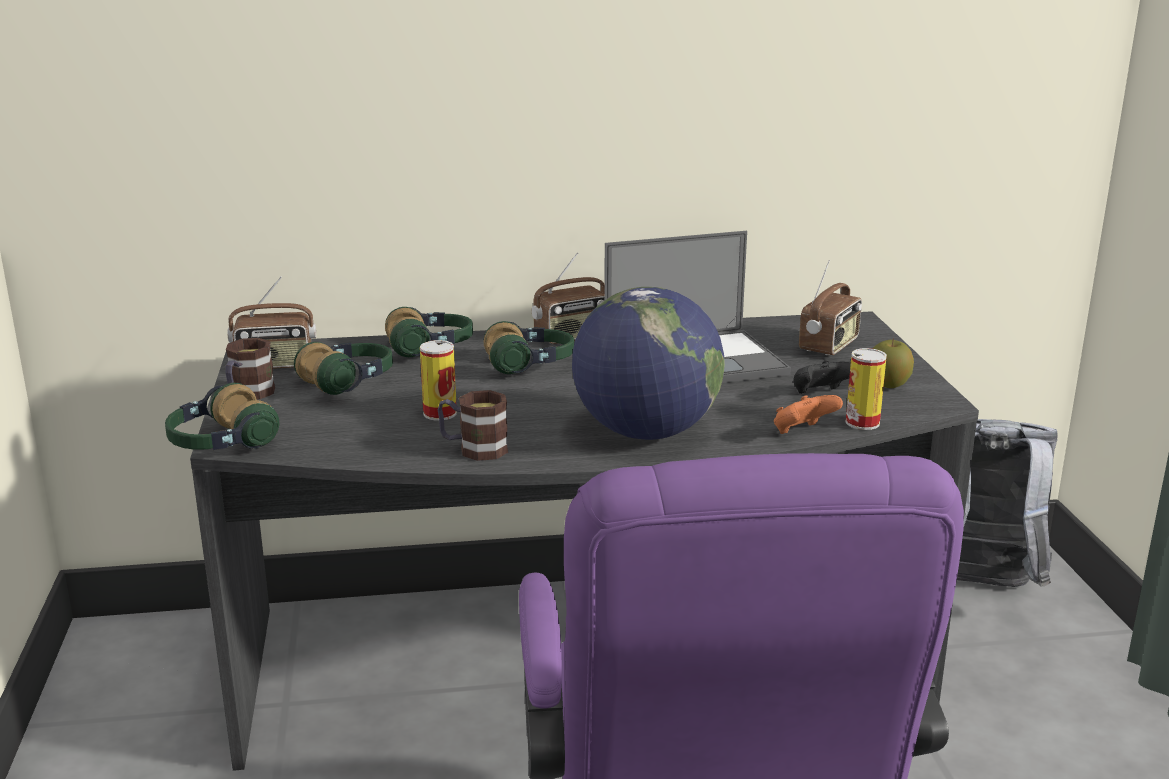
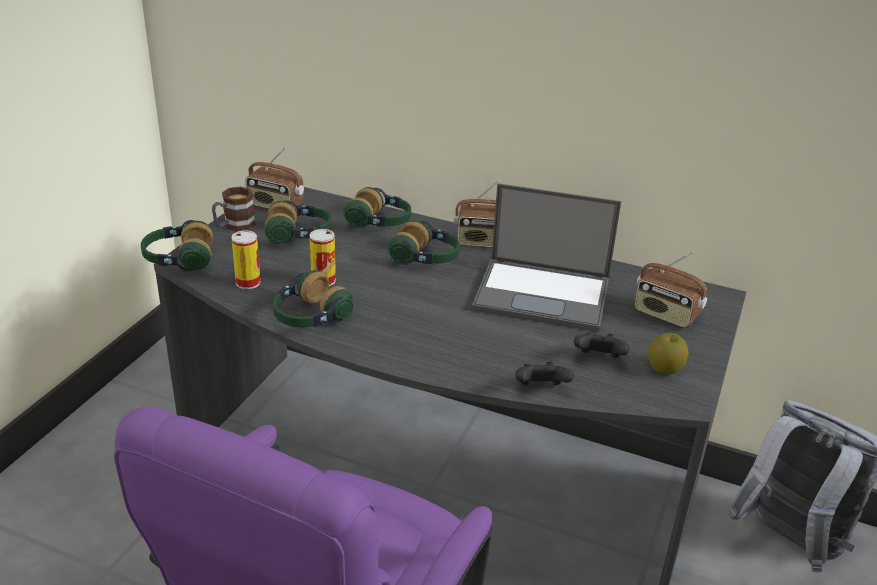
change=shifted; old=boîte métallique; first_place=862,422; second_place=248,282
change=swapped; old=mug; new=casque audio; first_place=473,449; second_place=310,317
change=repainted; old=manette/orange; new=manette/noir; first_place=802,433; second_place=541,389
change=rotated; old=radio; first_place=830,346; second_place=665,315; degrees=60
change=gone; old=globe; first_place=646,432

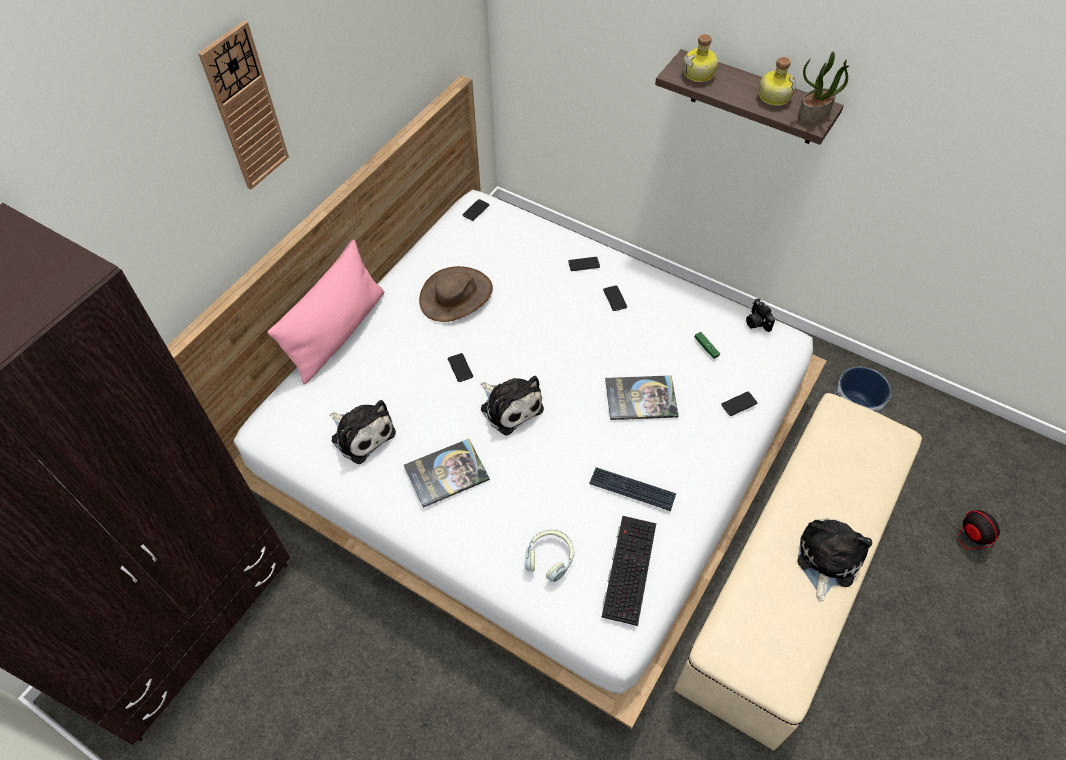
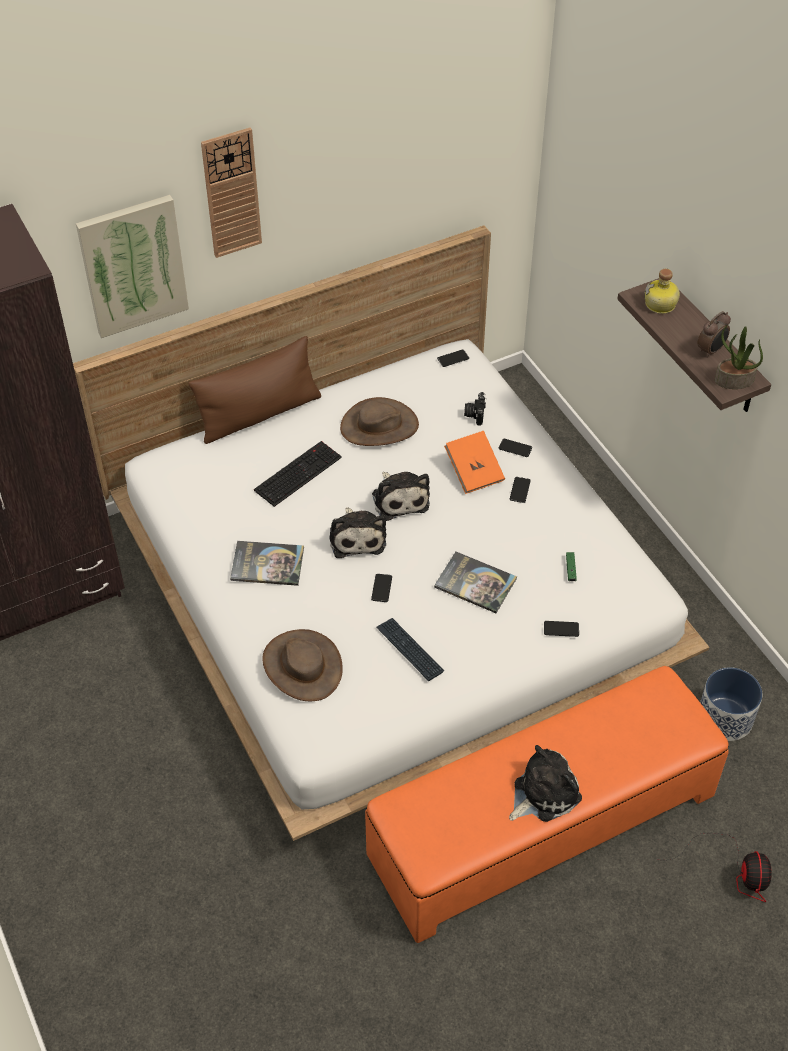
change=new; new=tableau; second_place=133,265
change=repainted; old=coussin/rose; new=coussin/marron; first_place=338,333; second_place=259,414
change=shifted; old=clavier; first_place=628,567; second_place=298,472
change=swapped; old=casque audio; new=chapeau/marron; first_place=549,557; second_place=302,666
change=repainted; old=banc/beige; new=banc/orange; first_place=790,575; second_place=543,822
change=shifted; old=téléphone; first_place=460,368; second_place=381,588
change=shifted; old=peluche; first_place=361,434; second_place=399,499
change=new; new=livre/orange; second_place=474,472
change=shifted; old=appareil photo; first_place=756,322; second_place=474,414
change=swapped; old=bouteille; new=réveil; first_place=773,96; second_place=711,351

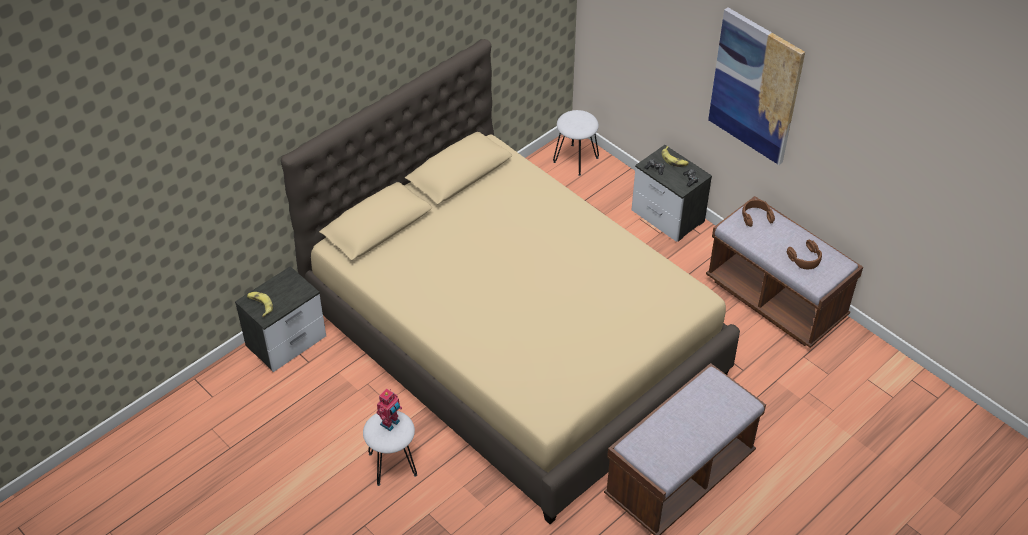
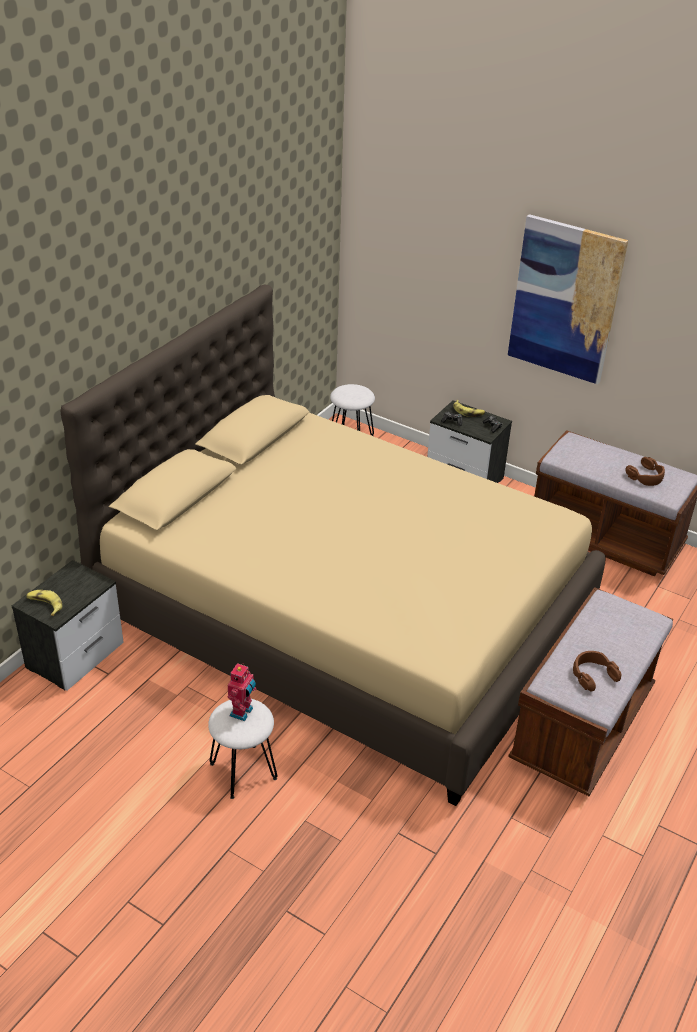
change=shifted; old=casque audio/marron; first_place=756,216; second_place=593,675

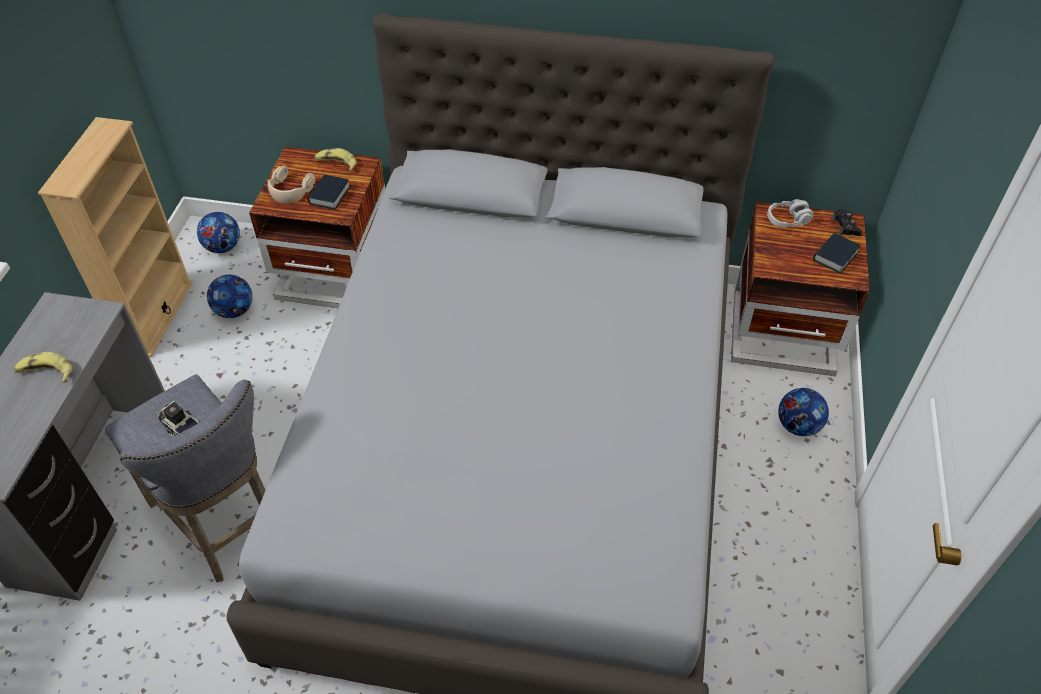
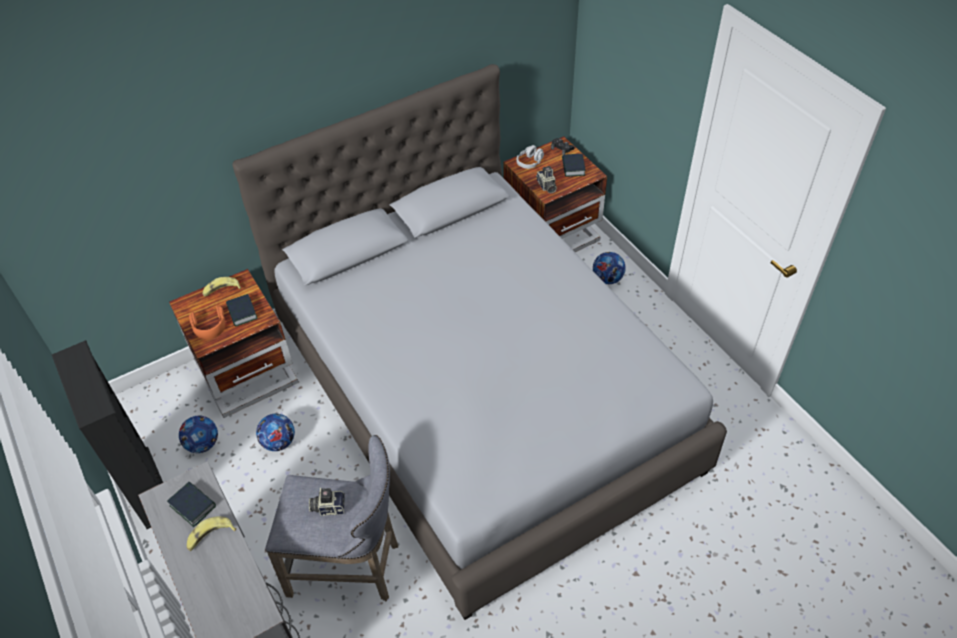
change=repainted; old=bibliothèque/beige; new=bibliothèque/noir; first_place=156,316; second_place=147,487
change=new; new=livre; second_place=193,506
change=repainted; old=casque audio/beige; new=casque audio/orange; first_place=290,190; second_place=209,326
change=shifted; old=ballon de foot; first_place=223,247; second_place=279,442
change=new; new=appareil photo; second_place=546,186

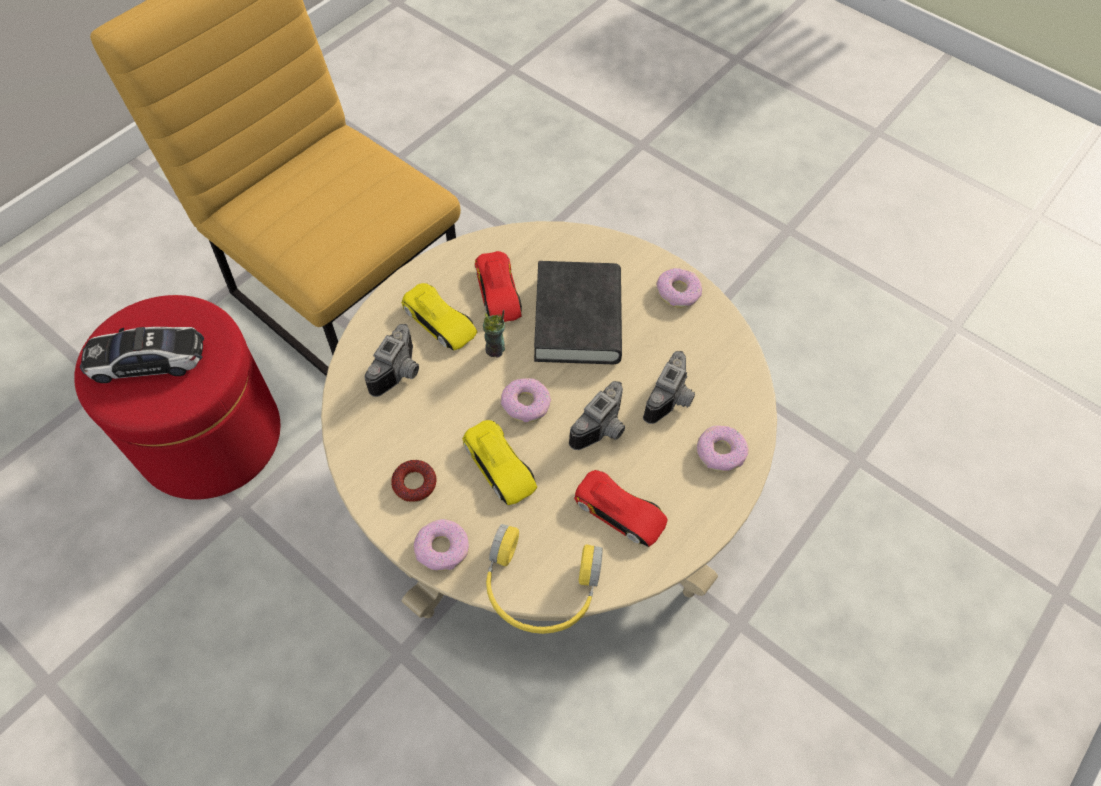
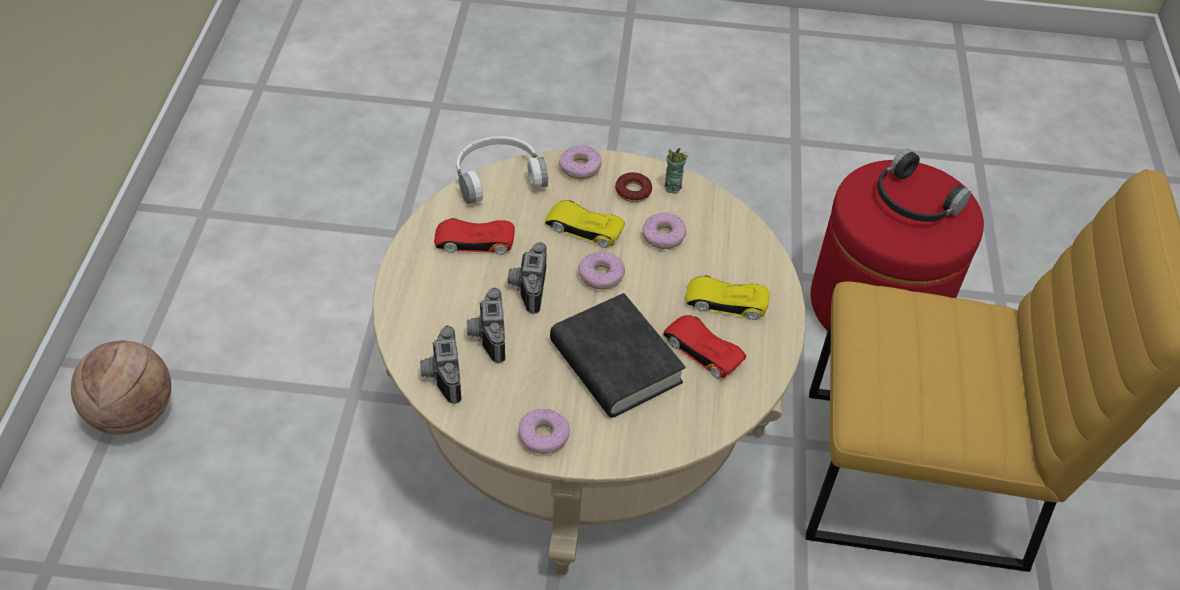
change=new; new=ballon de basket; second_place=132,414
change=shifted; old=appareil photo; first_place=401,373; second_place=440,376
change=repainted; old=casque audio/jaune; new=casque audio/blanc; first_place=540,588; second_place=498,176
change=shifted; old=beignet; first_place=720,452; second_place=664,236
change=shifted; old=tasse; first_place=495,350; second_place=672,187
change=swapped; old=petite voiture; new=casque audio/noir; first_place=148,360; second_place=913,201

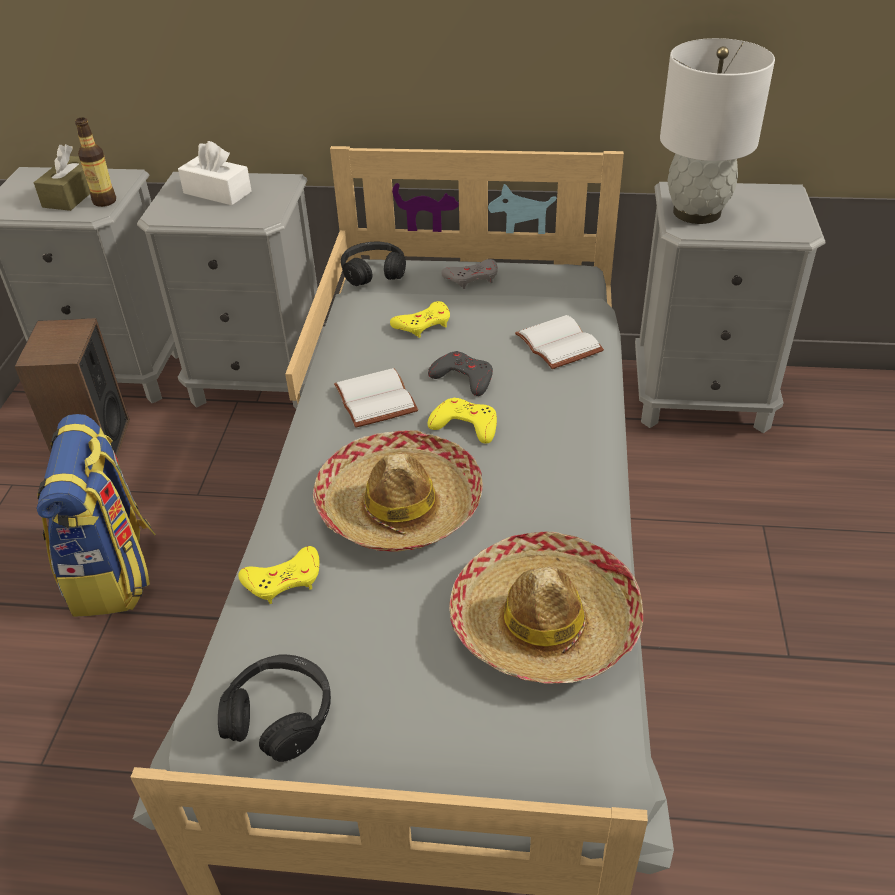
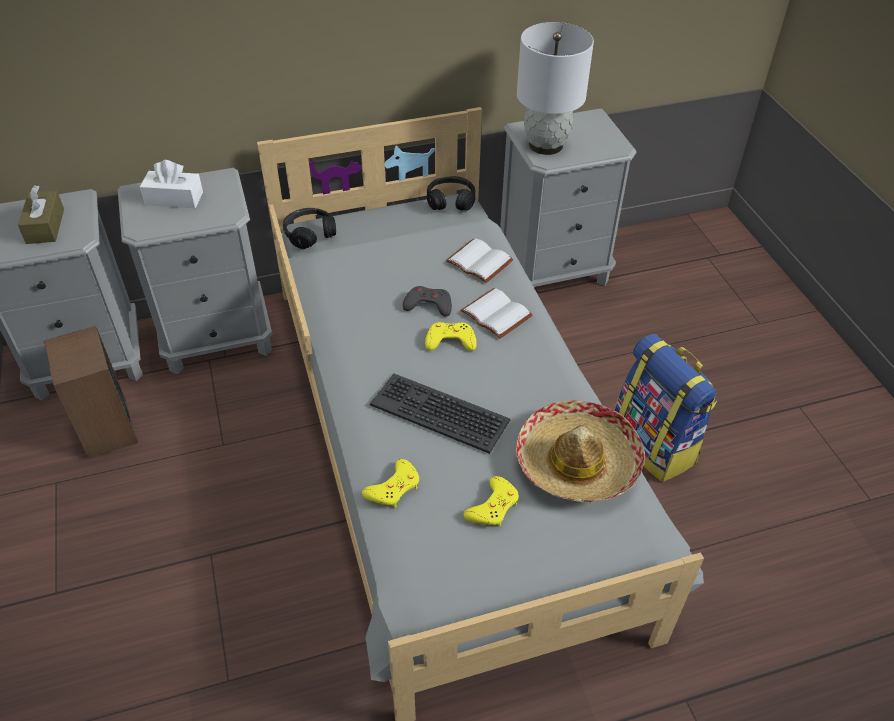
change=swapped; old=chapeau; new=clavier; first_place=399,506; second_place=440,412
change=shifted; old=casque audio/noir; first_place=280,715; second_place=451,200
change=shifted; old=livre/blanc; first_place=378,399; second_place=498,314
change=shifted; old=manette/jaune; first_place=423,324; second_place=493,506
change=shifted; old=sac à dos; first_place=114,573; second_place=654,445
change=gone; old=bouteille; first_place=104,201
change=gone; old=manette/gris; first_place=472,278

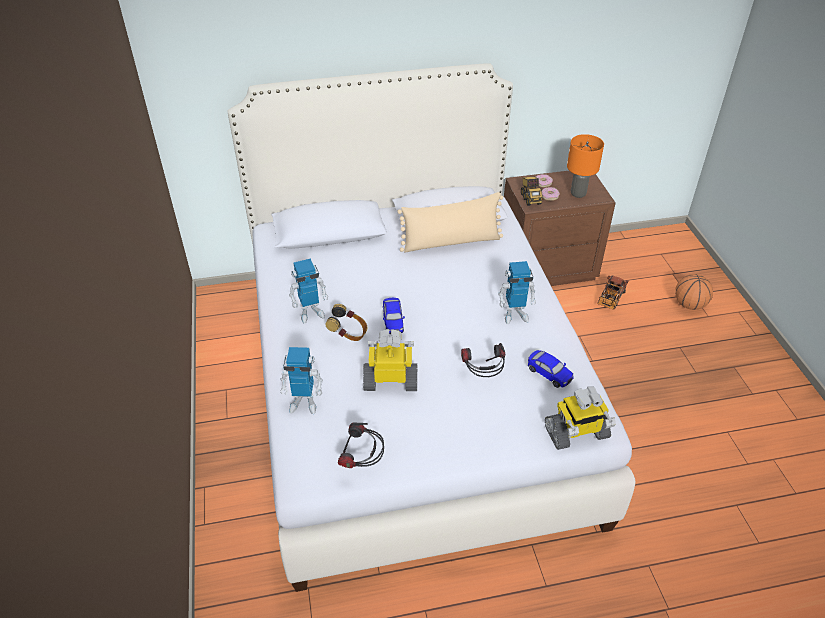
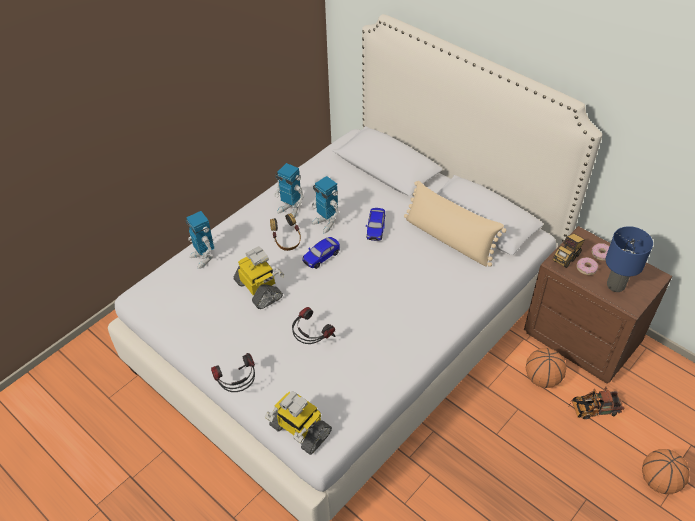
change=shifted; old=casque audio; first_place=362,463; second_place=238,386
change=shifted; old=robot jouet; first_place=515,314; second_place=326,223
change=shifted; old=petite voiture; first_place=549,374; second_place=375,229
change=new; new=ballon de basket; second_place=542,378
change=repainted; old=lampe de table/orange; new=lampe de table/bleu; first_place=578,194; second_place=616,286

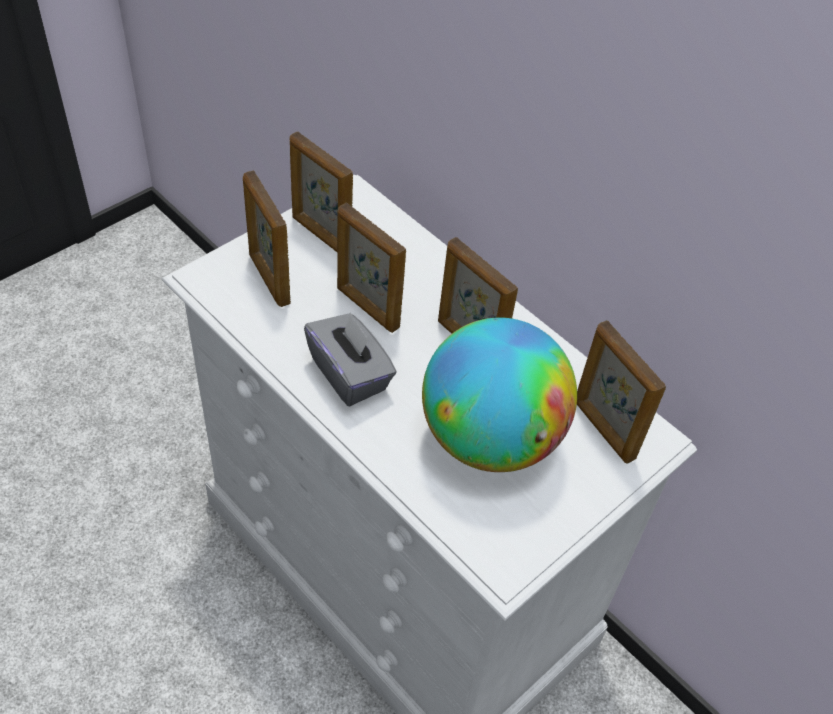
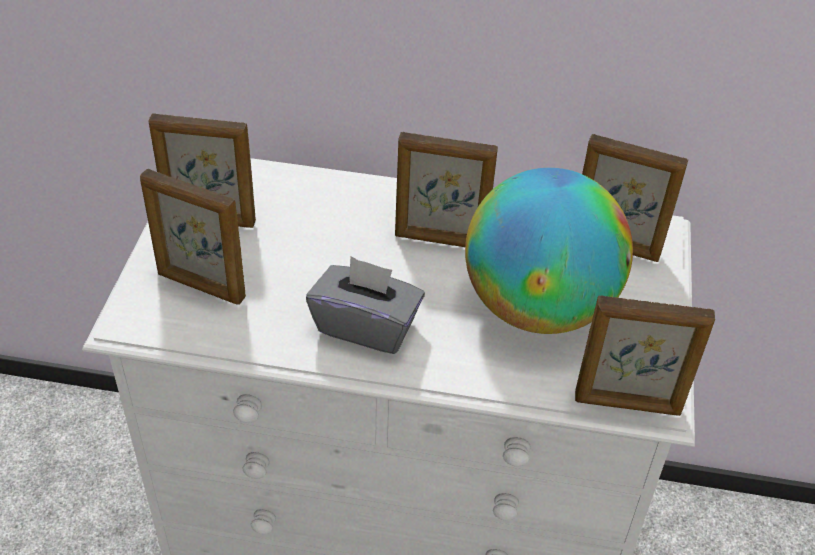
change=shifted; old=cadre photo; first_place=367,308; second_place=628,404

